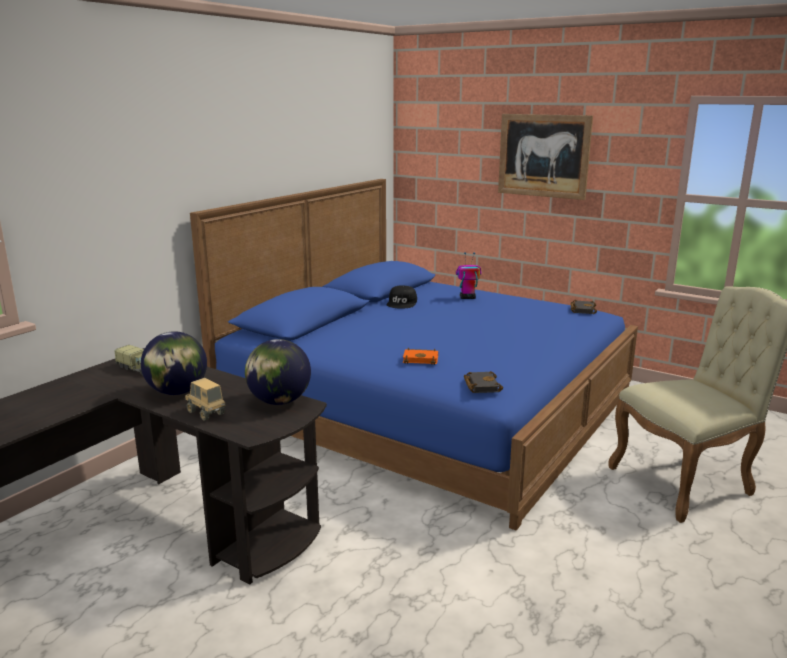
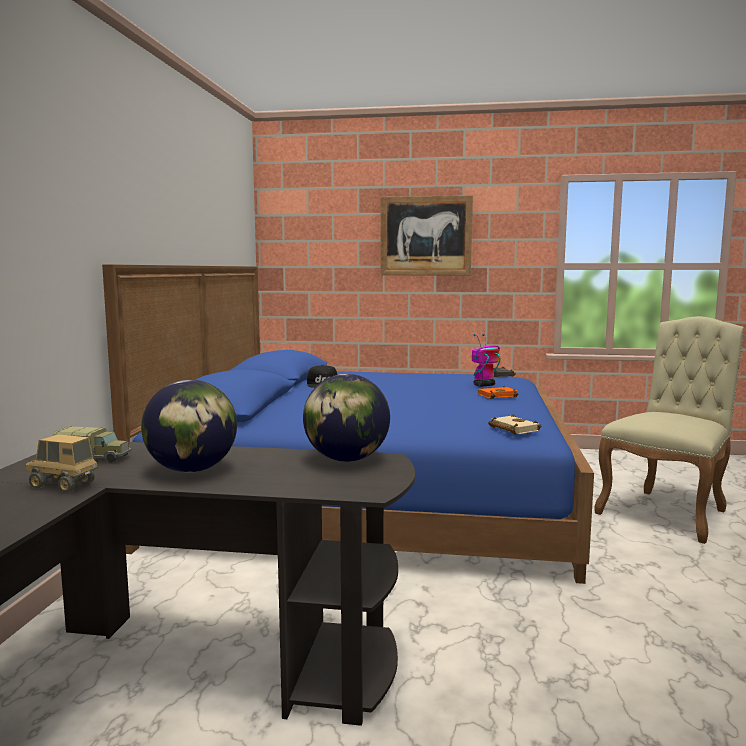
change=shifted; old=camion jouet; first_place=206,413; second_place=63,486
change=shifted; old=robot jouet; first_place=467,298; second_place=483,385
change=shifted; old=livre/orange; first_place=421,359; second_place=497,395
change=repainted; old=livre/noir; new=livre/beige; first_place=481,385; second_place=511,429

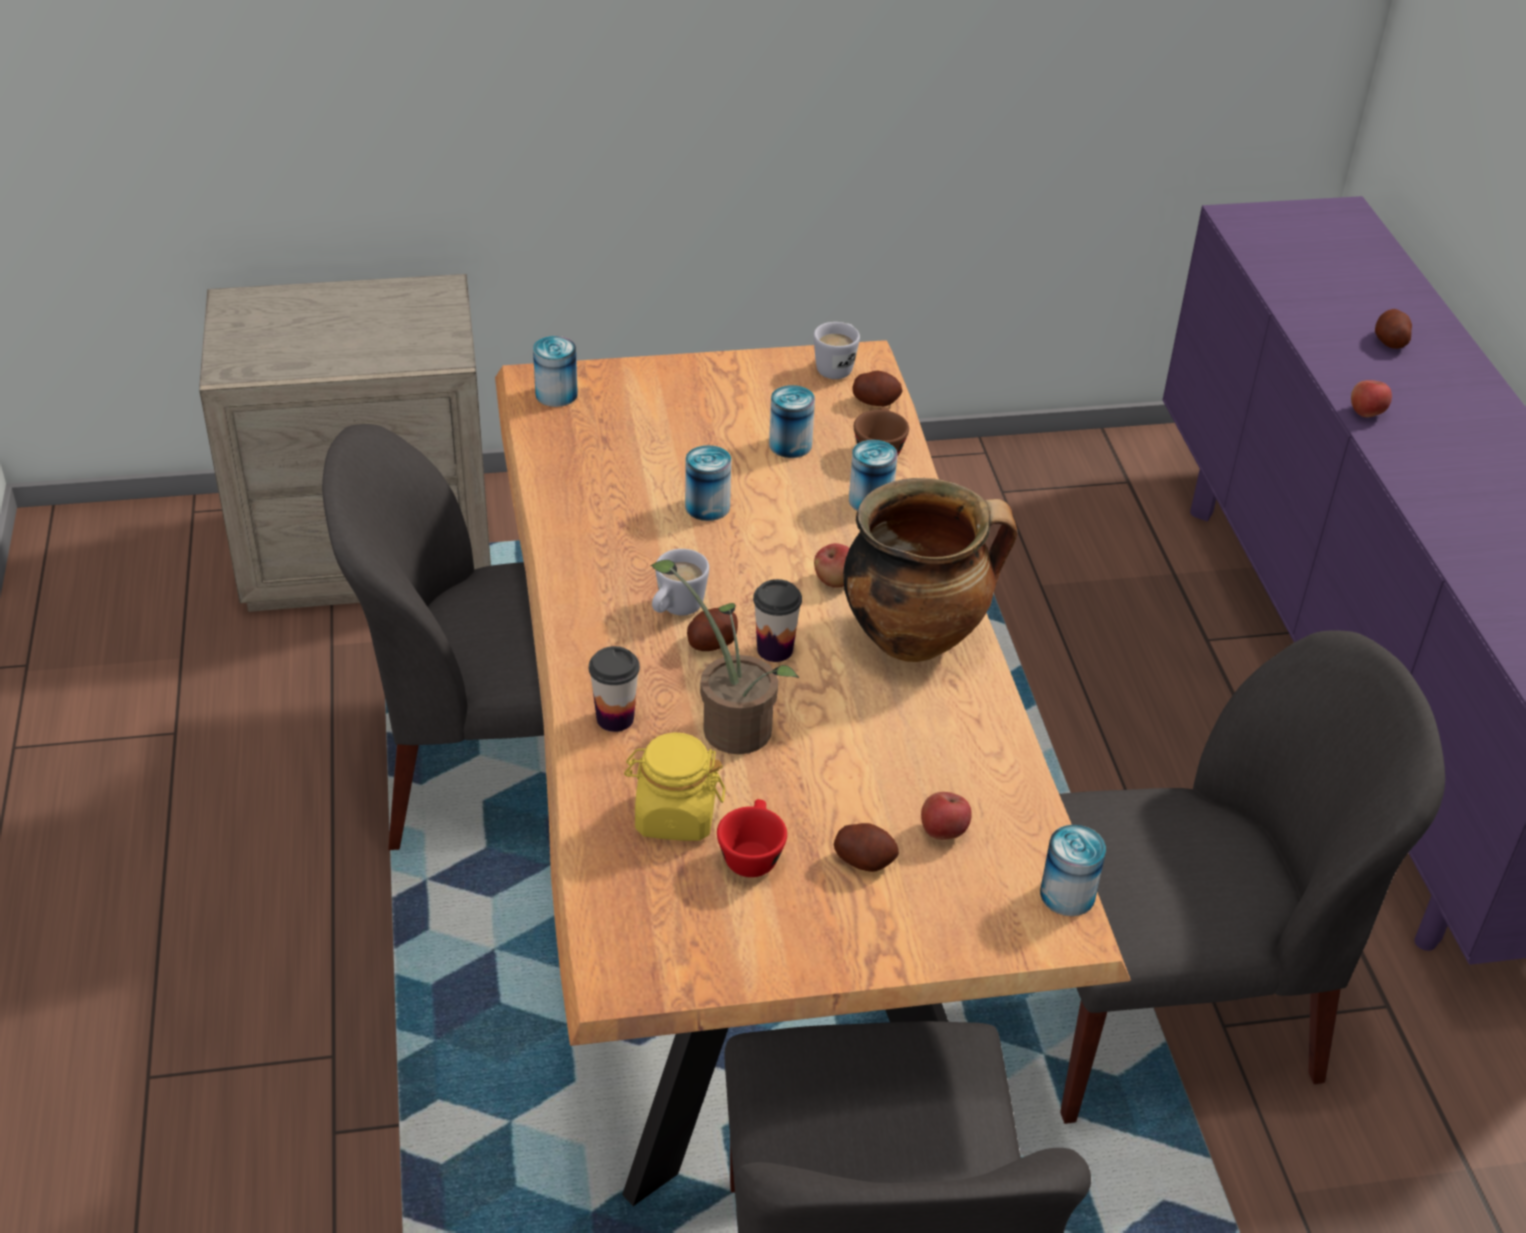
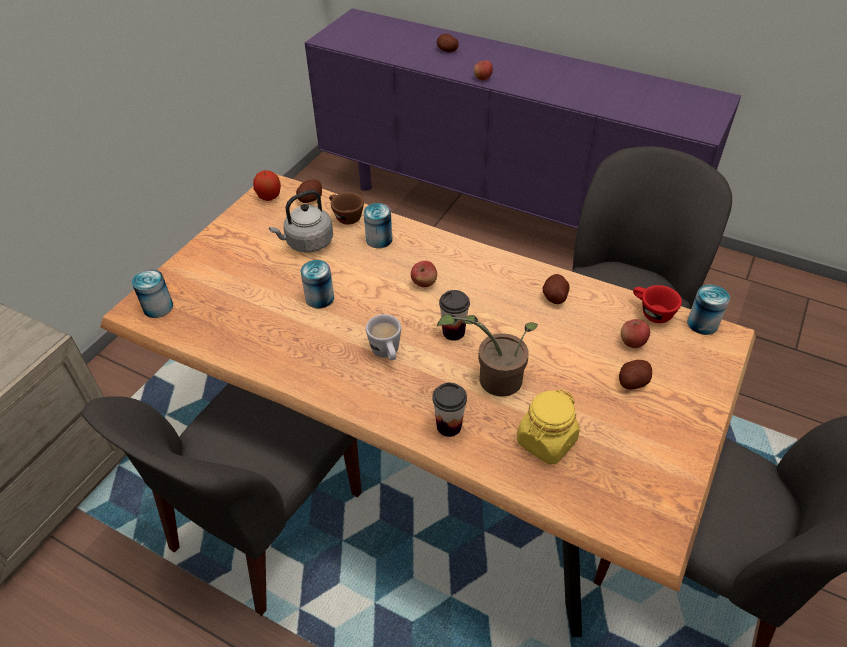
change=swapped; old=mug/blanc; new=pomme; first_place=837,366; second_place=269,197
change=swapped; old=boîte métallique; new=bouilloire/gris; first_place=790,445; second_place=307,243
change=shifted; old=pomme de terre; first_place=712,643; second_place=554,297
change=shifted; old=tasse/rouge; first_place=751,853; second_place=651,312
change=gone; old=marmite; first_place=916,637

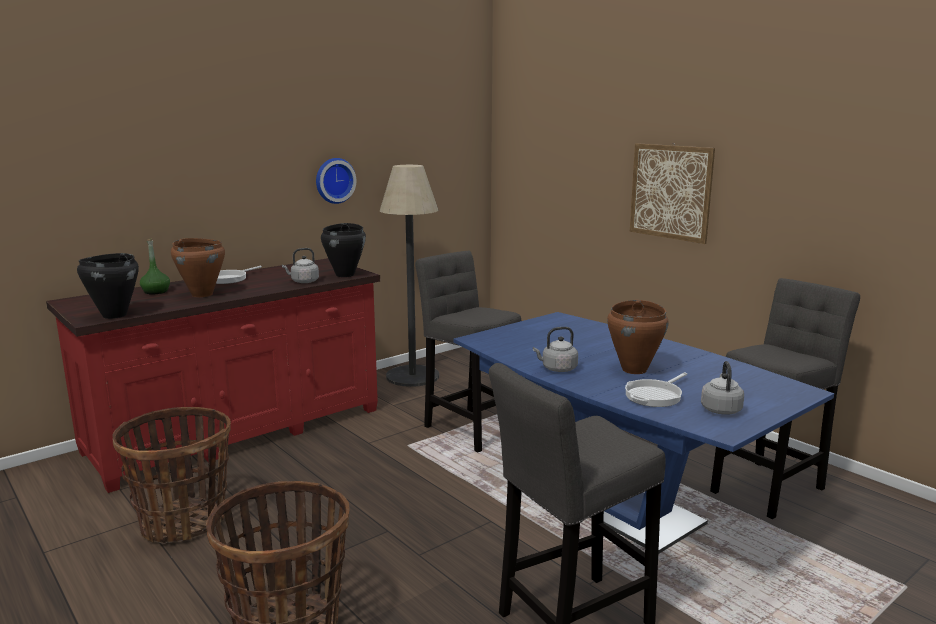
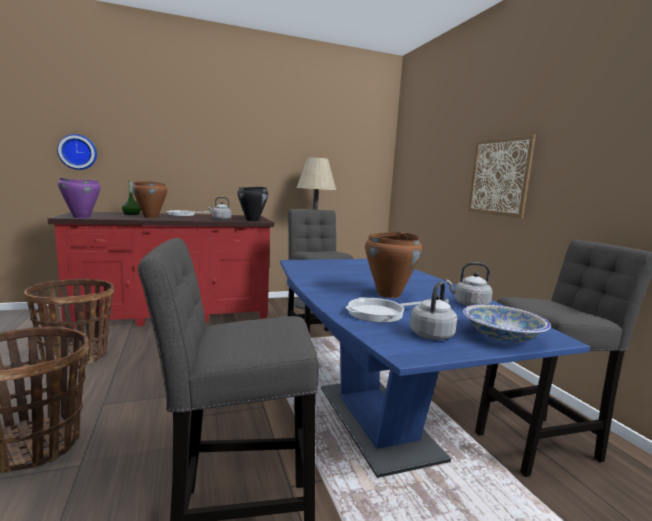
change=shifted; old=horloge murale; first_place=334,180; second_place=78,152
change=repainted; old=marmite/noir; new=marmite/violet; first_place=114,315; second_place=81,217
change=shifted; old=bouilloire/gris; first_place=557,369; second_place=469,304
change=new; new=bol; second_place=501,337

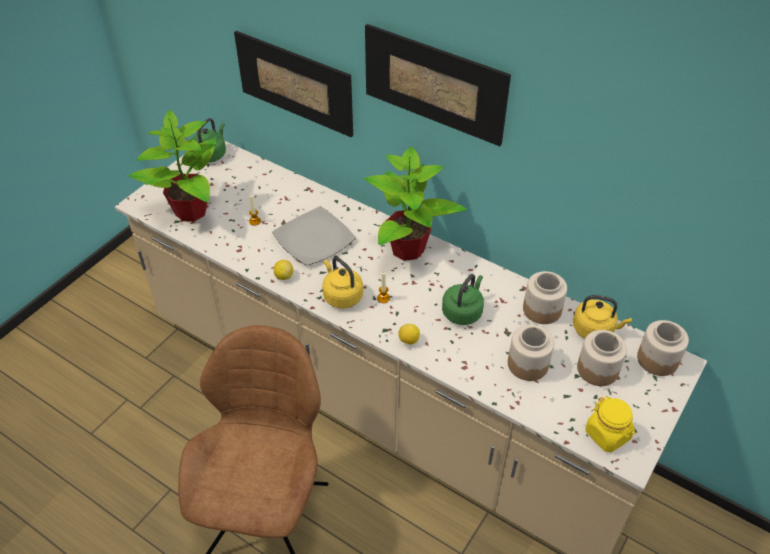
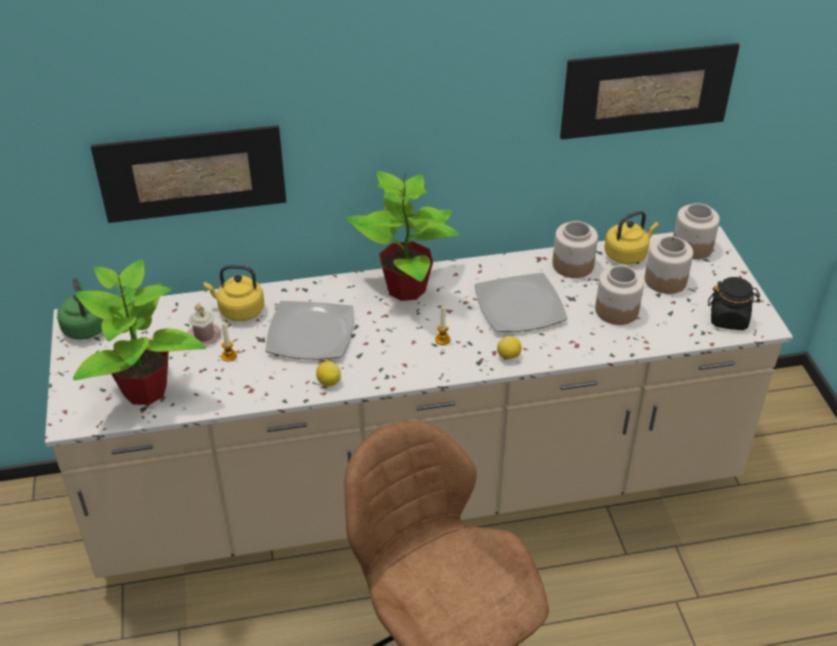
change=new; new=mug/rose; second_place=204,336
change=shifted; old=bouilloire/jaune; first_place=341,295; second_place=239,310
change=swapped; old=bouilloire/vert; new=assiette; first_place=463,311; second_place=518,306
change=shifted; old=tableau; first_place=434,84; second_place=647,90
change=repainted; old=bocal/jaune; new=bocal/noir; first_place=607,435; second_place=729,319

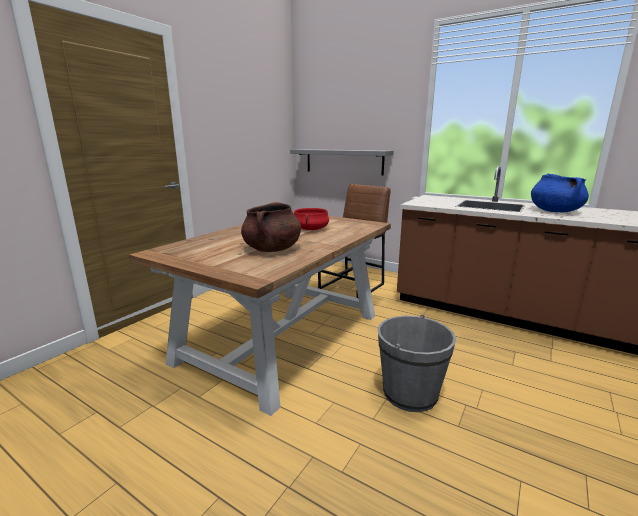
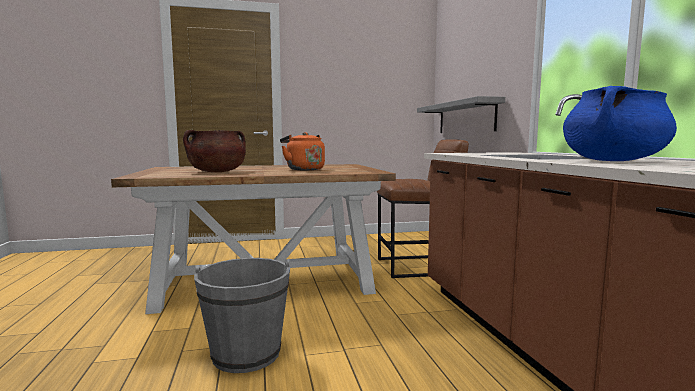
change=swapped; old=marmite/rouge; new=bouilloire/orange; first_place=310,229; second_place=303,169

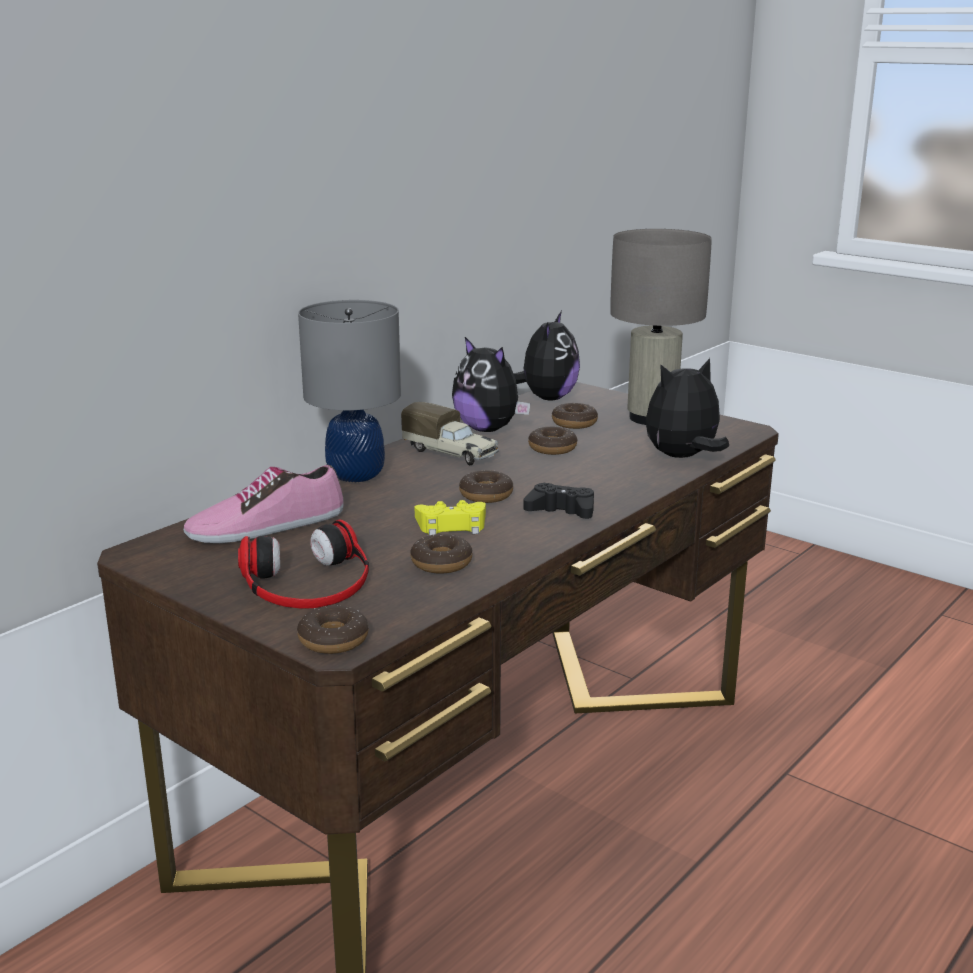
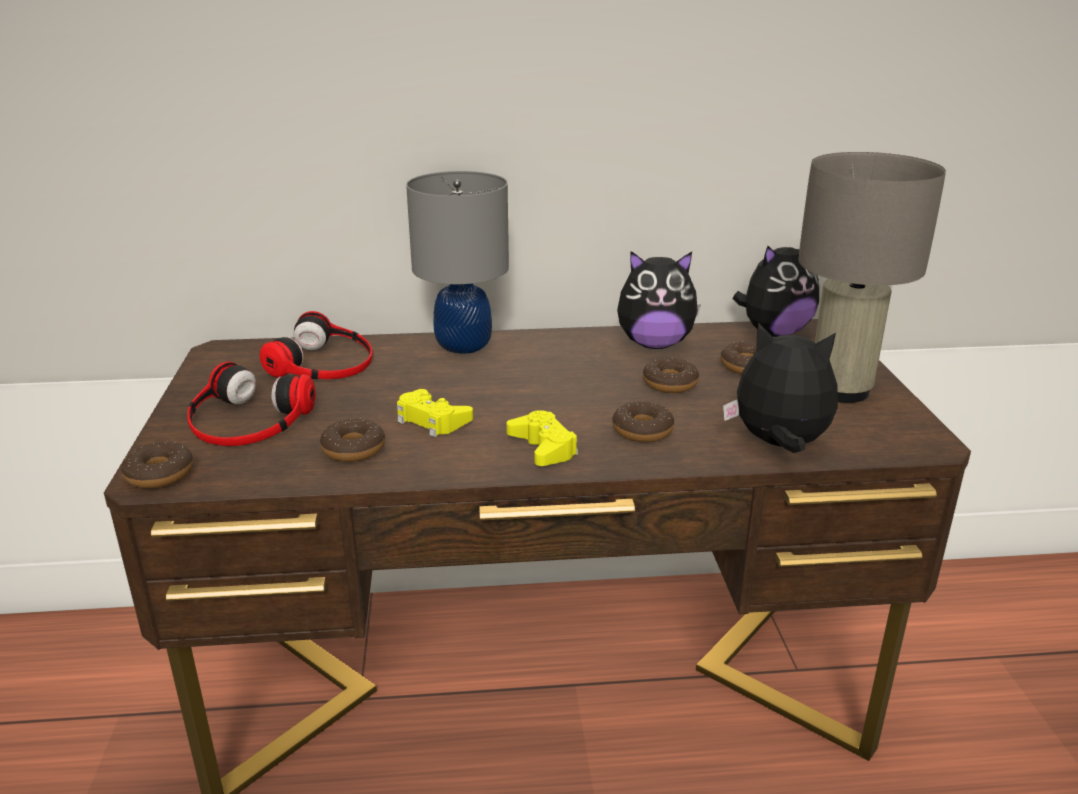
change=swapped; old=chaussure; new=casque audio; first_place=266,525; second_place=324,362
change=repainted; old=manette/noir; new=manette/jaune; first_place=561,510; second_place=543,447
change=shifted; old=beignet; first_place=486,495; second_place=642,430
change=rotated; old=peluche; first_place=488,429; second_place=654,344; degrees=-90
change=gone; old=camion jouet; first_place=451,453

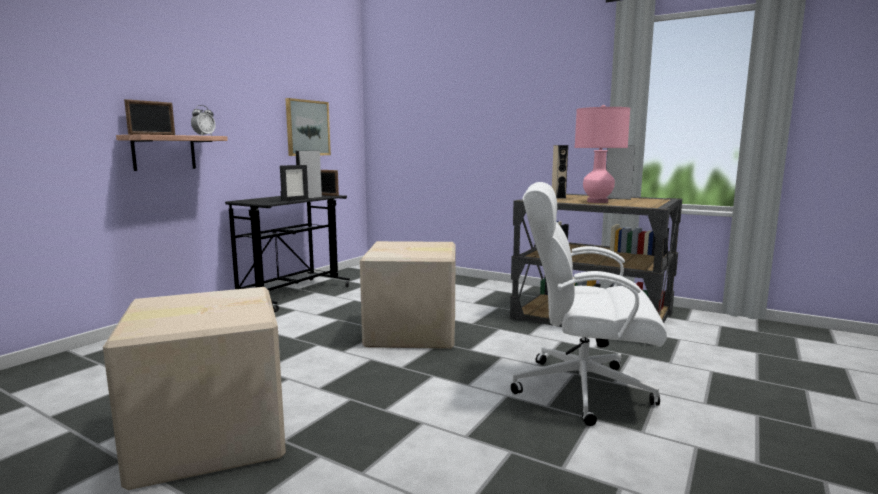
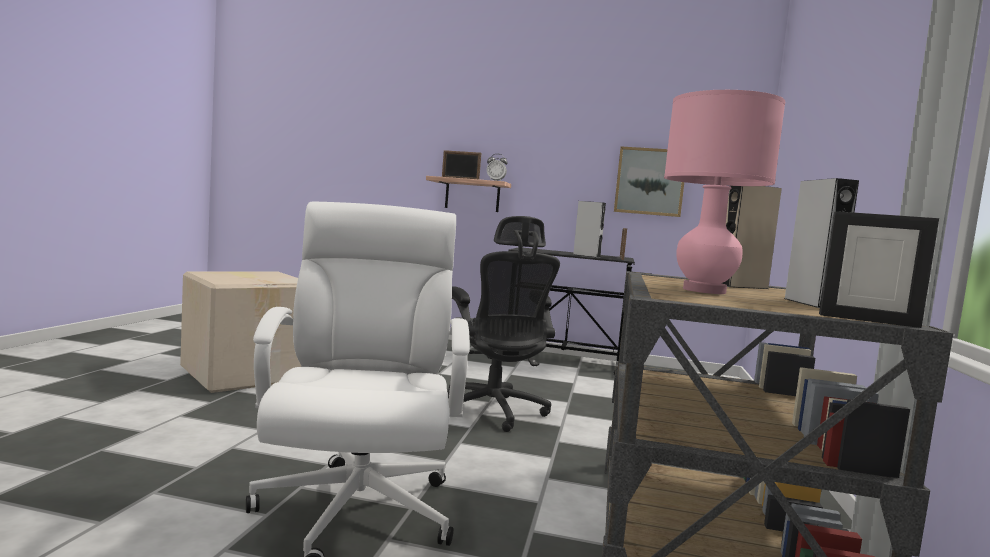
change=swapped; old=carton; new=chaise de bureau; first_place=413,333; second_place=492,413
change=shifted; old=cadre photo; first_place=295,200; second_place=868,320

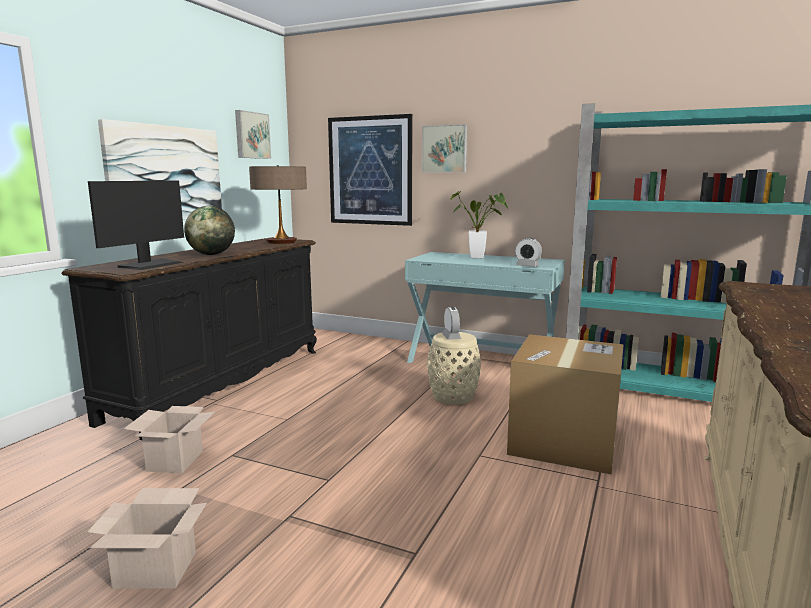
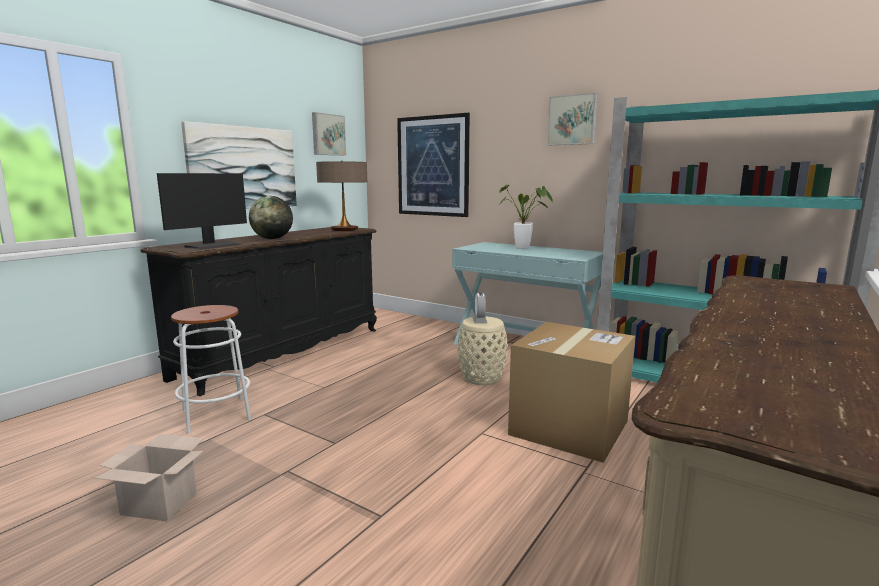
change=swapped; old=carton; new=tabouret/blanc; first_place=175,460; second_place=216,414
change=shifted; old=tableau; first_place=445,149; second_place=572,120
change=gone; old=réveil; first_place=527,266

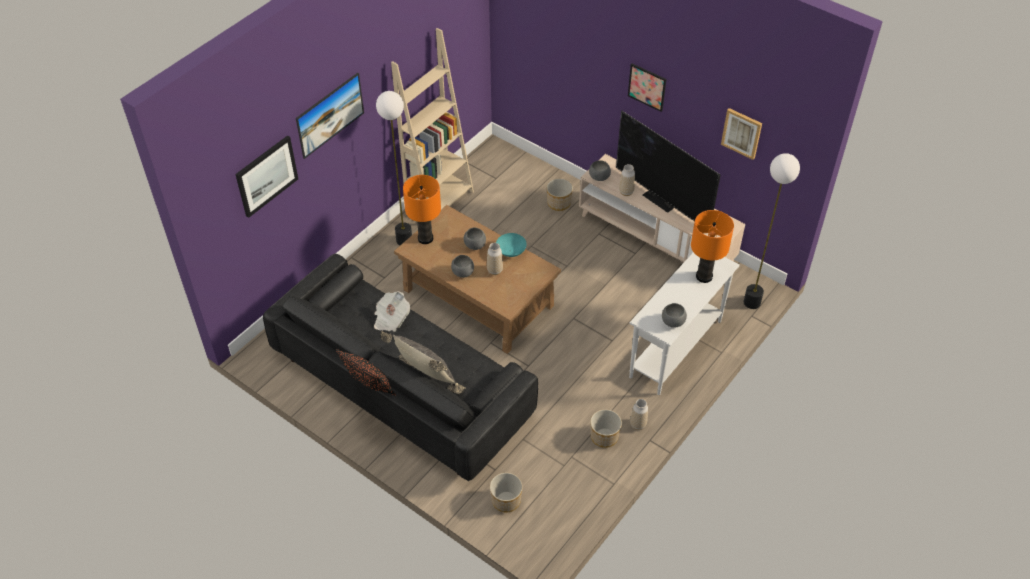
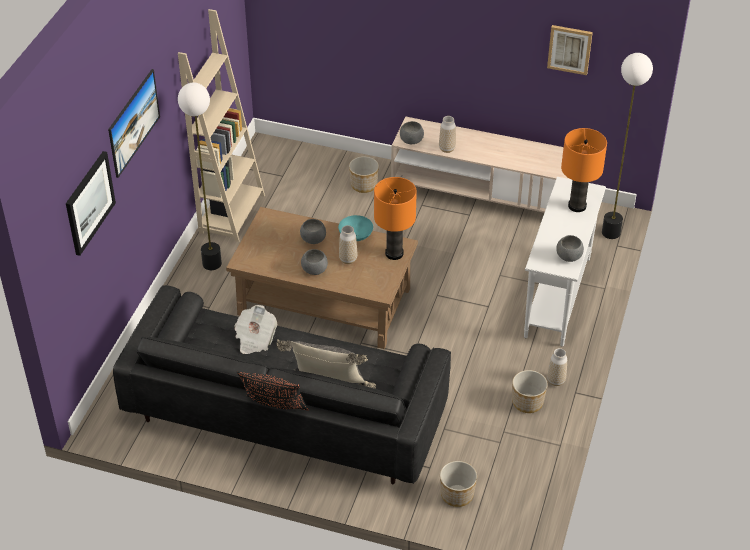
change=shifted; old=lampe de table/orange; first_place=425,238; second_place=394,253
change=gone; old=téléviseur; first_place=661,199
change=gone; old=tableau; first_place=647,87

